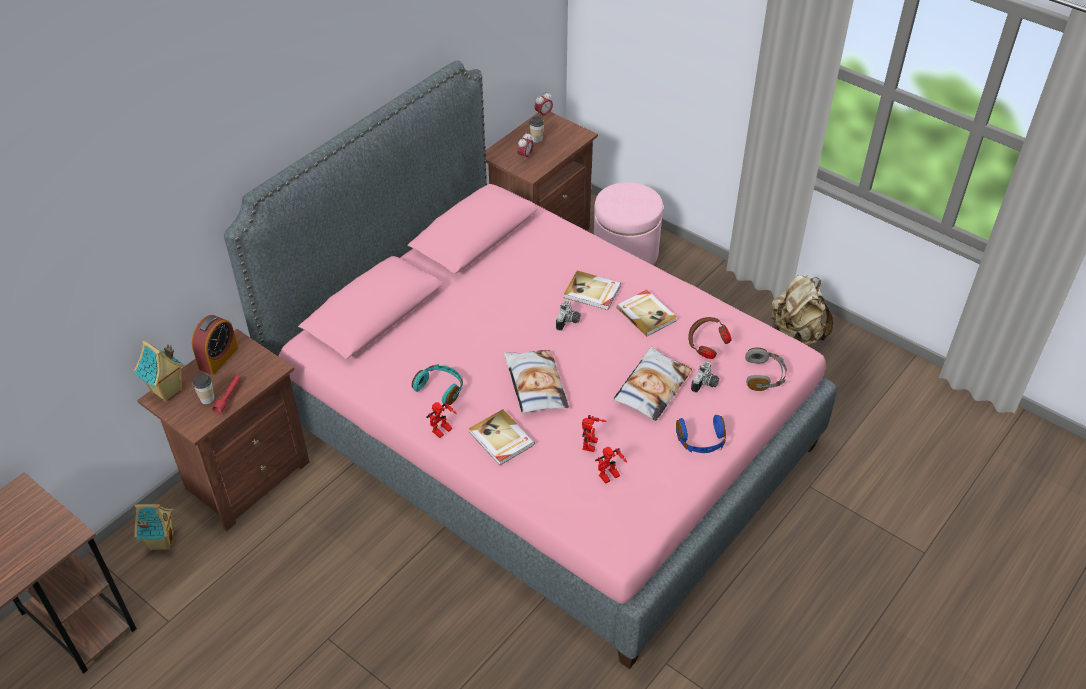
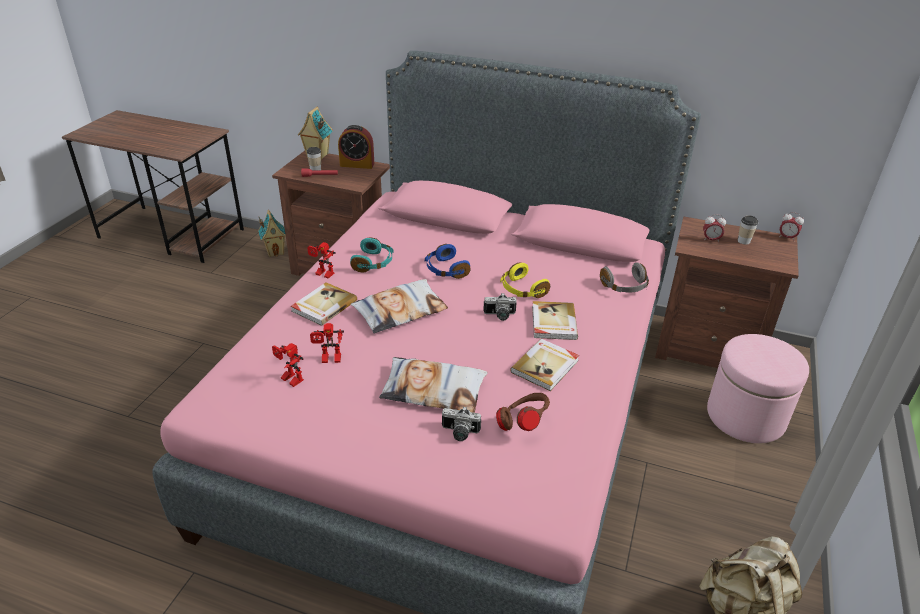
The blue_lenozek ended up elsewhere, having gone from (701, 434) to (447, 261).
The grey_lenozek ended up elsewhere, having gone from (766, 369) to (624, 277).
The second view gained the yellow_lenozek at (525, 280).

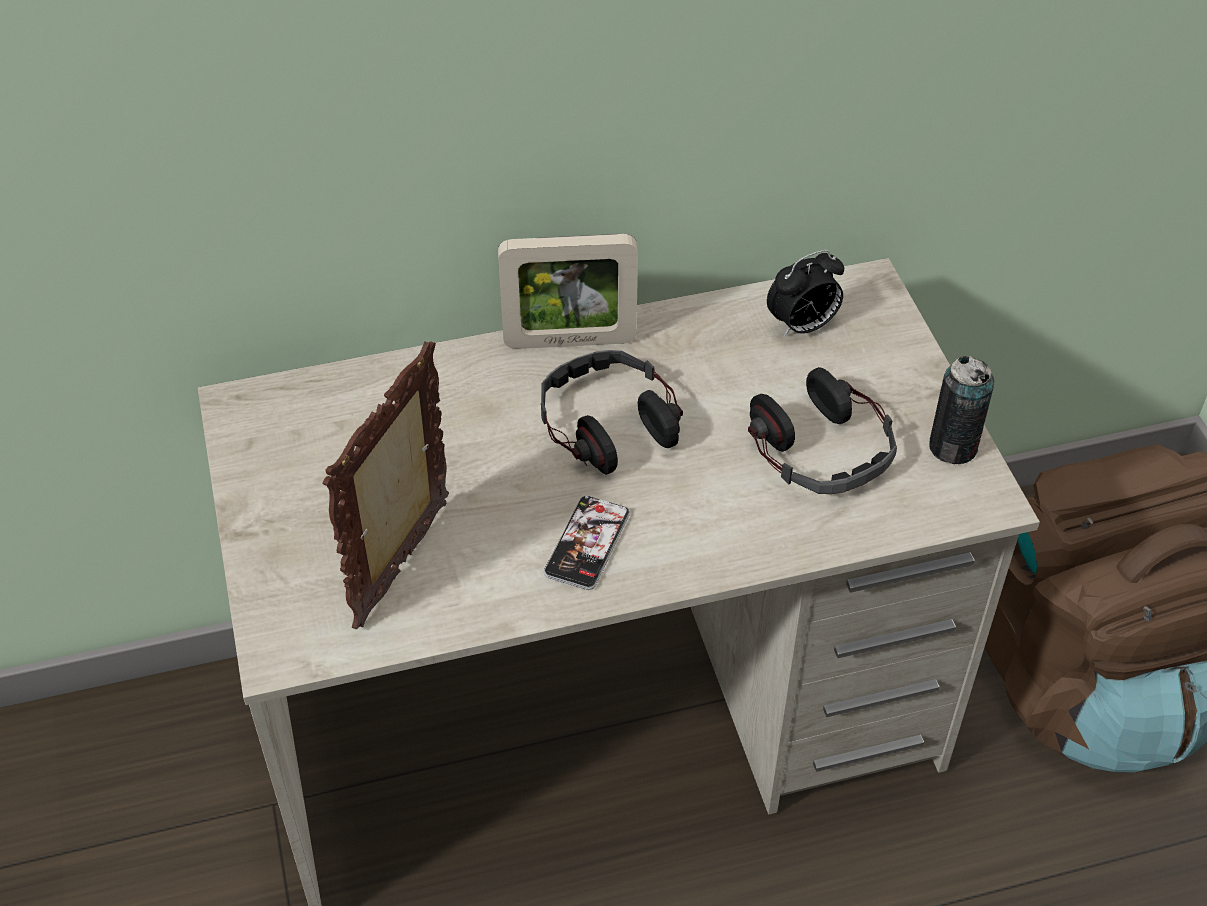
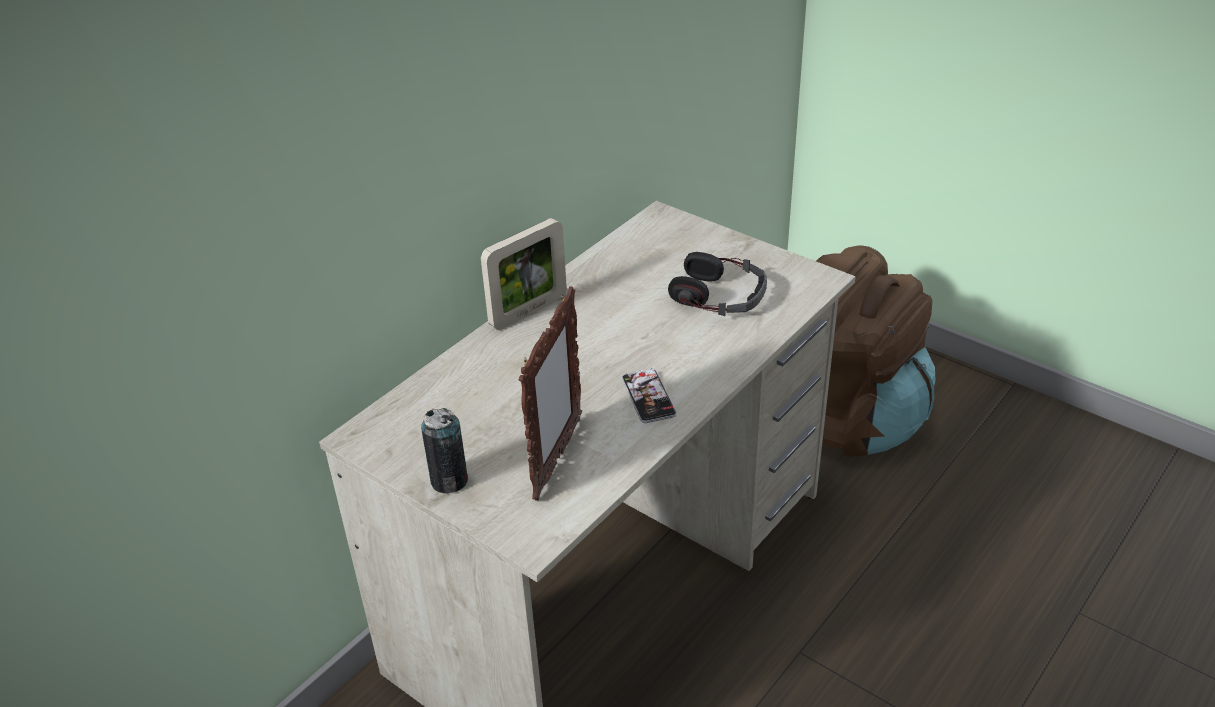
The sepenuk at (385, 485) ended up facing another way, 150 degrees counterclockwise from before.
The second view lost the lenozek at (612, 412).
The second view lost the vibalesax at (805, 293).
The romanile ended up elsewhere, having gone from (962, 410) to (444, 451).

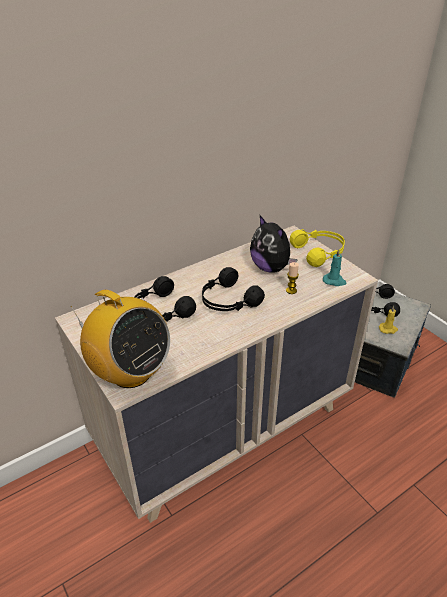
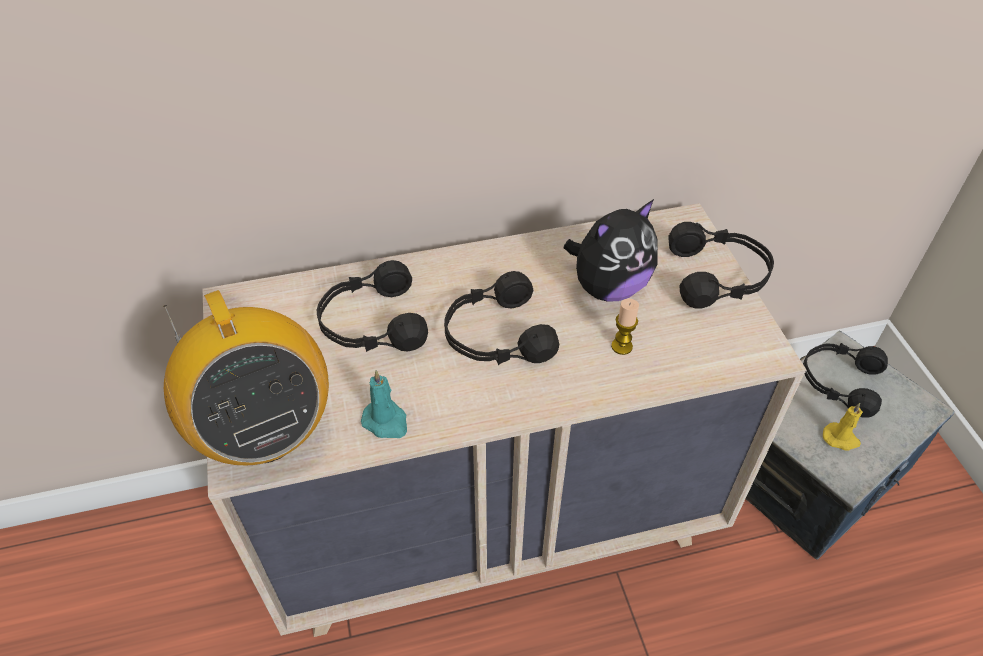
The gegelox at (274, 244) ended up facing another way, 105 degrees counterclockwise from before.
What was the yellow_lenozek at (317, 248) turned into the black_lenozek at (721, 265).
The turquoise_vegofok ended up elsewhere, having gone from (335, 267) to (384, 404).

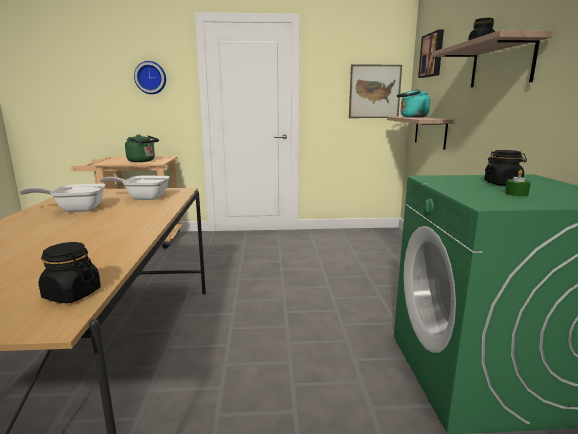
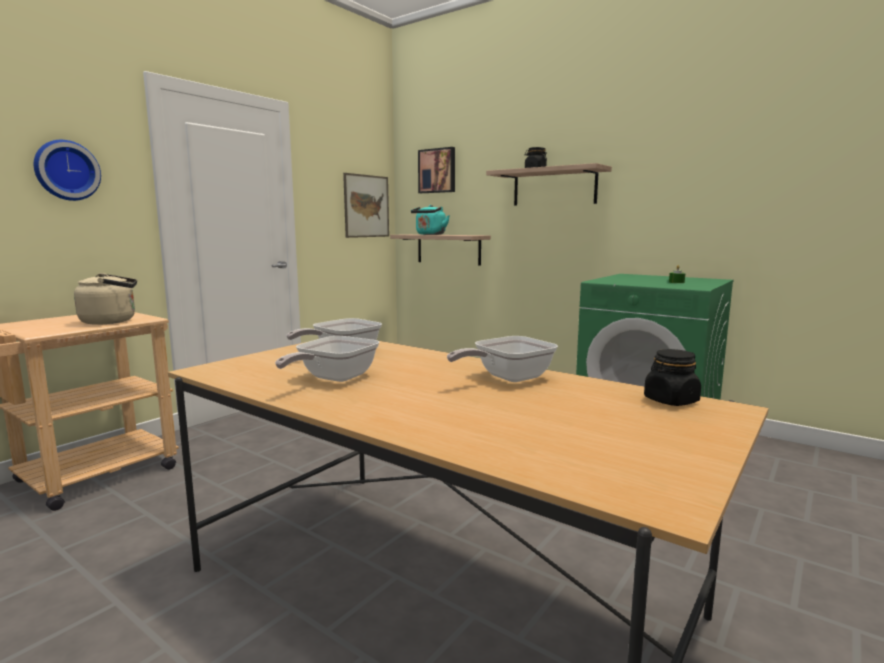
What was the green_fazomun at (142, 148) turned into the beige_fazomun at (105, 299).
The second view lost the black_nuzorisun at (505, 168).
The second view gained the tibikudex at (502, 359).

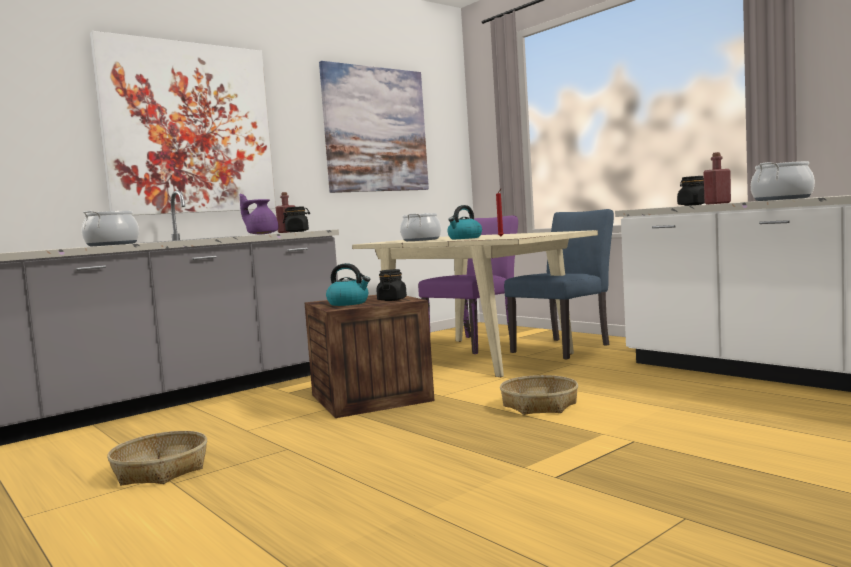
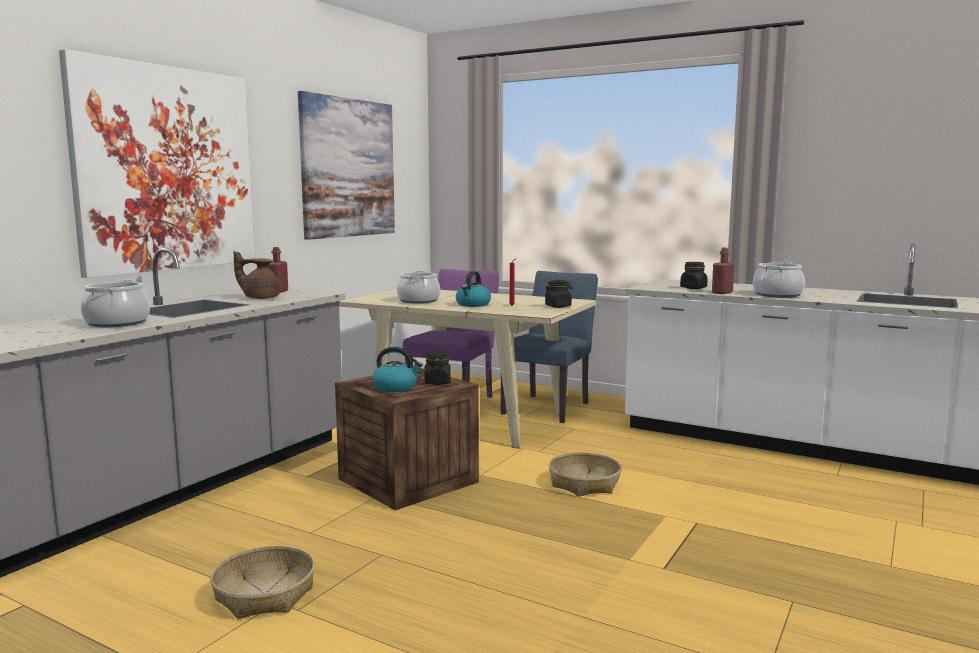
What was the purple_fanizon at (259, 214) turned into the brown_fanizon at (256, 275).
The black_nuzorisun ended up elsewhere, having gone from (296, 219) to (559, 294).

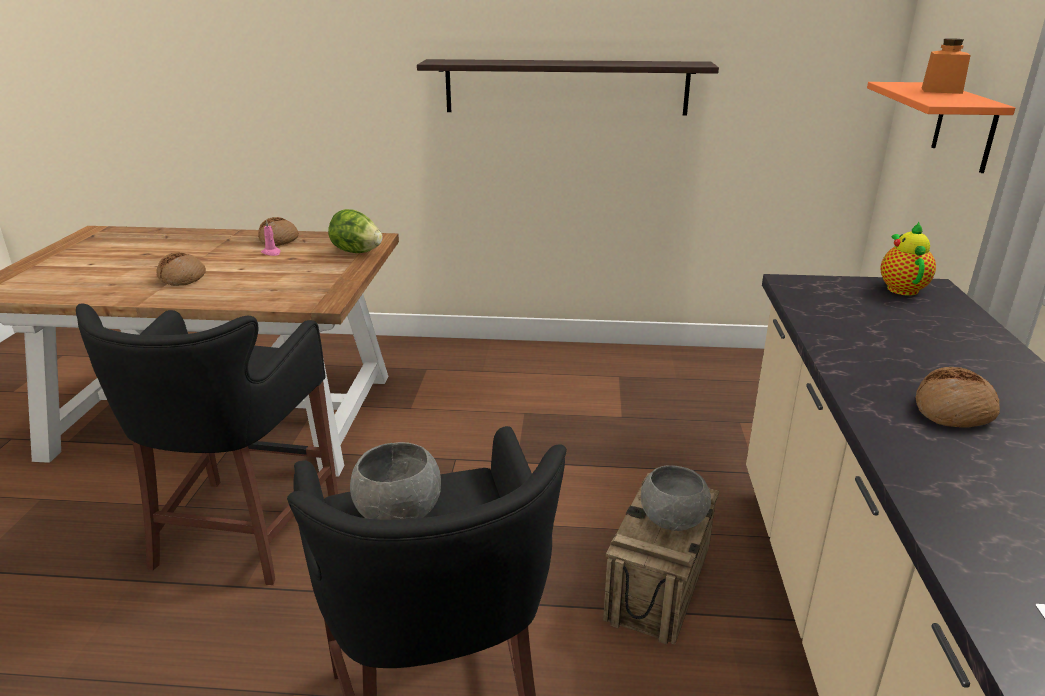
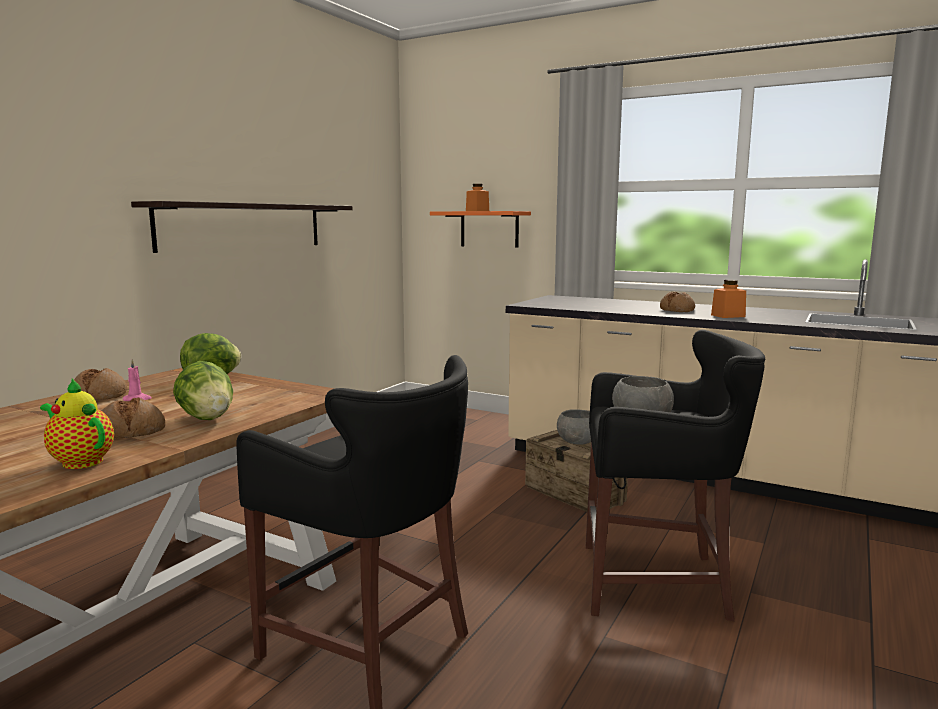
The fanizon ended up elsewhere, having gone from (908, 258) to (77, 424).
The second view gained the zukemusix at (203, 390).
The second view gained the orange_nuzorisun at (728, 299).

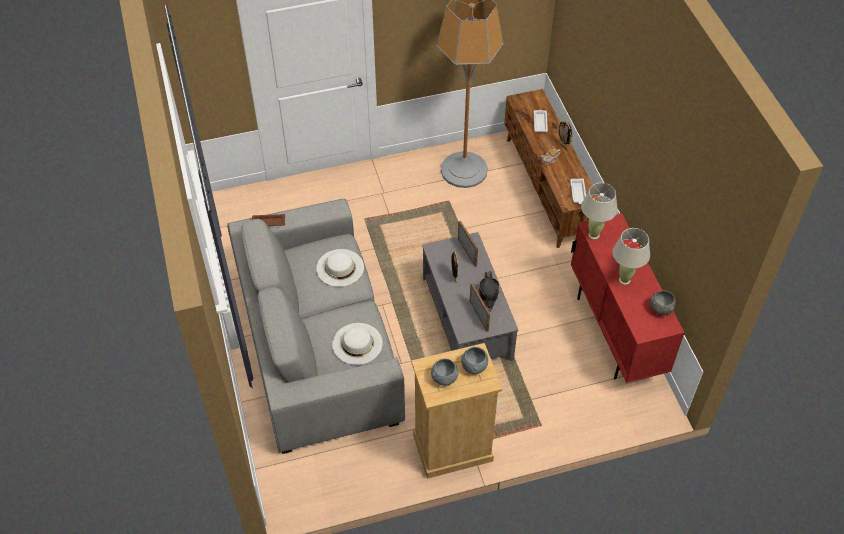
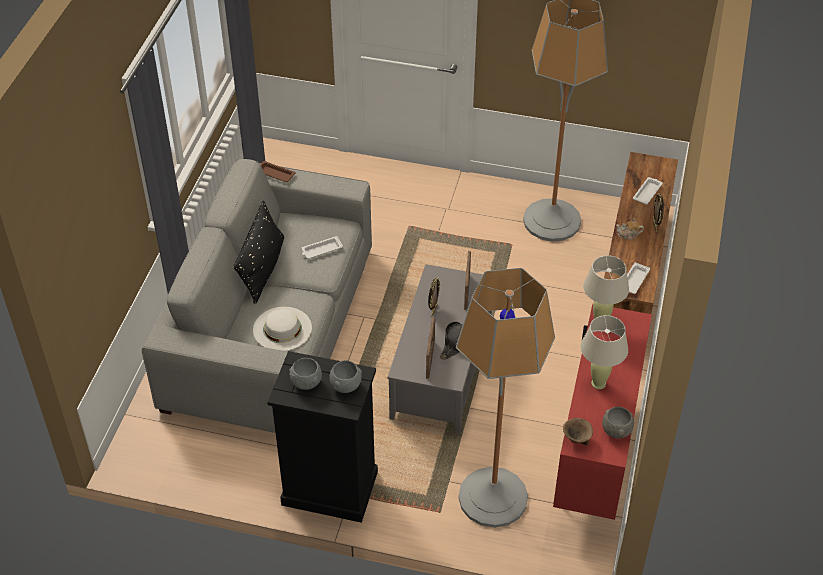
Where the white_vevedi stood at (340, 268), the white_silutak came to stand at (322, 247).
What was the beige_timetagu at (456, 411) turned into the black_timetagu at (322, 437).
The second view gained the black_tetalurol at (258, 252).
The second view gained the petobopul at (505, 398).
The second view gained the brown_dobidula at (578, 431).

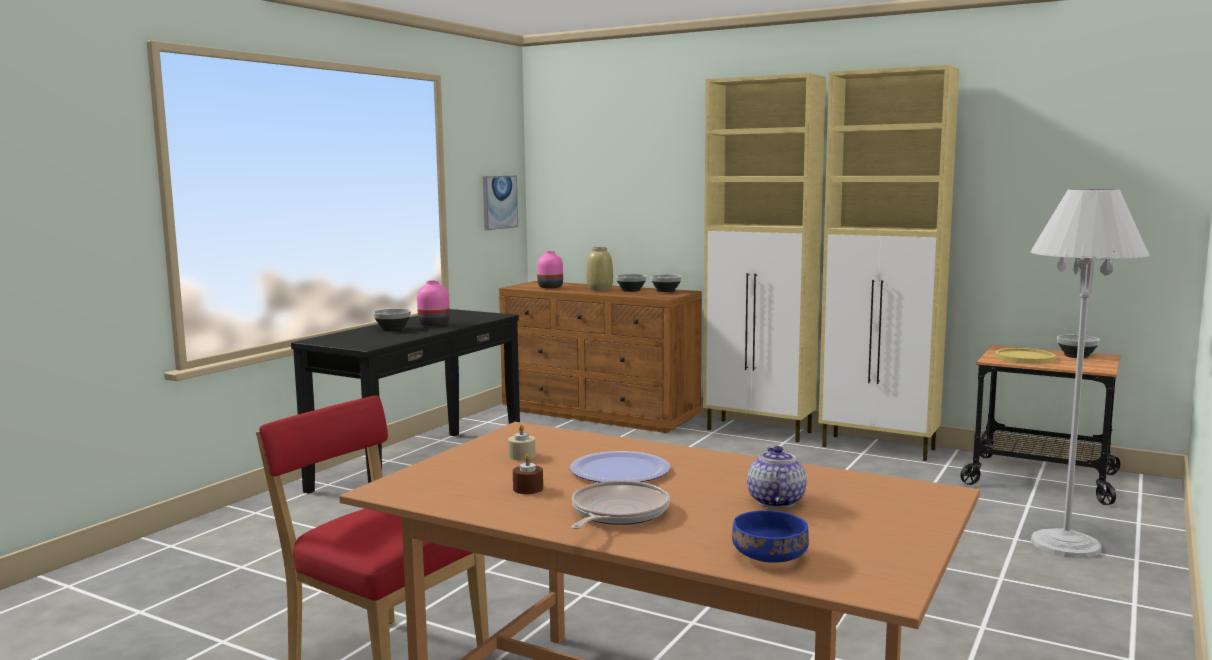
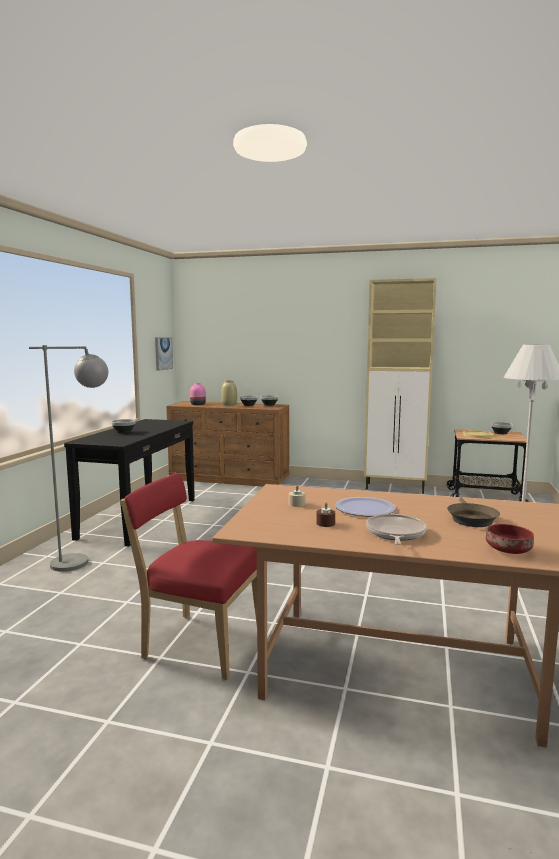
The second view lost the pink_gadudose at (433, 304).
The second view lost the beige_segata at (764, 258).
What was the blue_dobidula at (770, 536) turned into the red_dobidula at (510, 539).
Where the fanizon stood at (777, 477), the brown_tibikudex came to stand at (473, 512).
The second view gained the grey_petobopul at (68, 458).

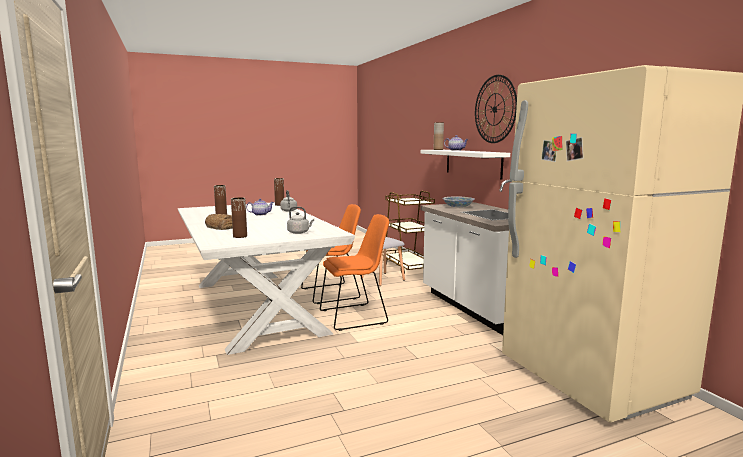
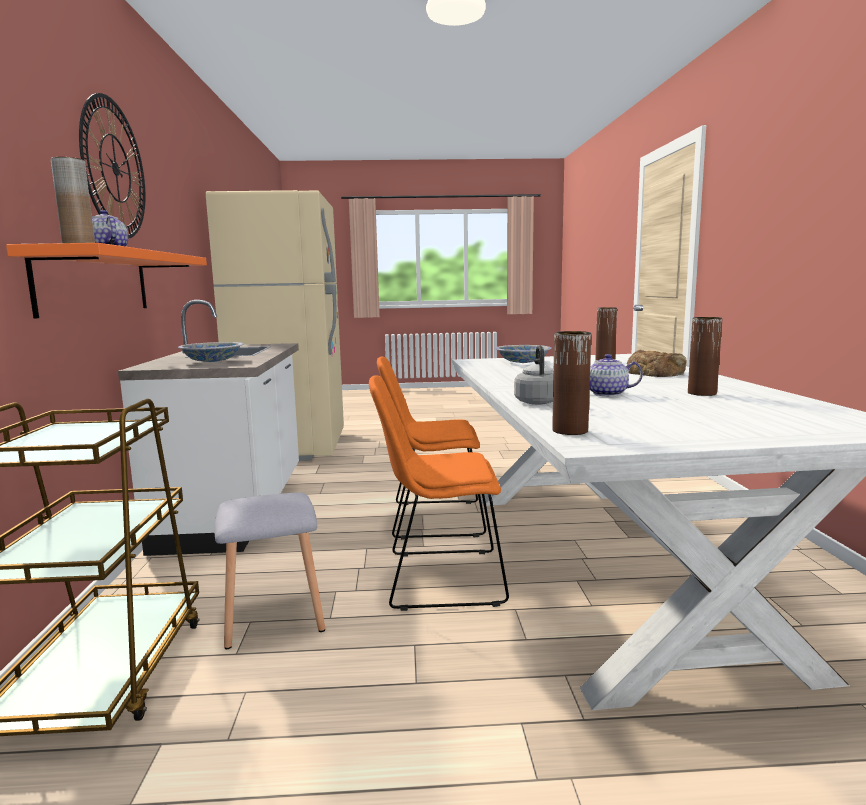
Where the grey_fazomun stood at (300, 220), the dobidula came to stand at (523, 354).
What was the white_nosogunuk at (465, 165) turned into the orange_nosogunuk at (106, 281).

